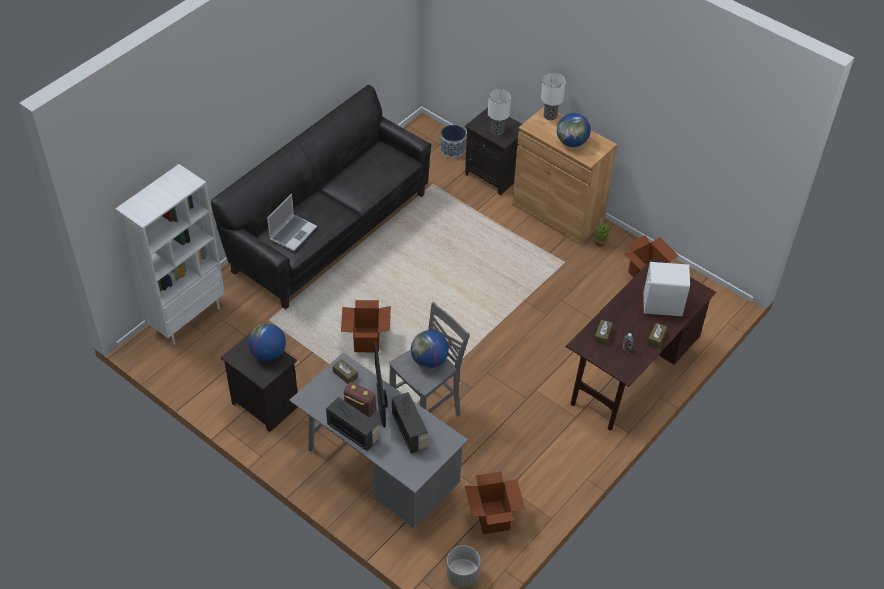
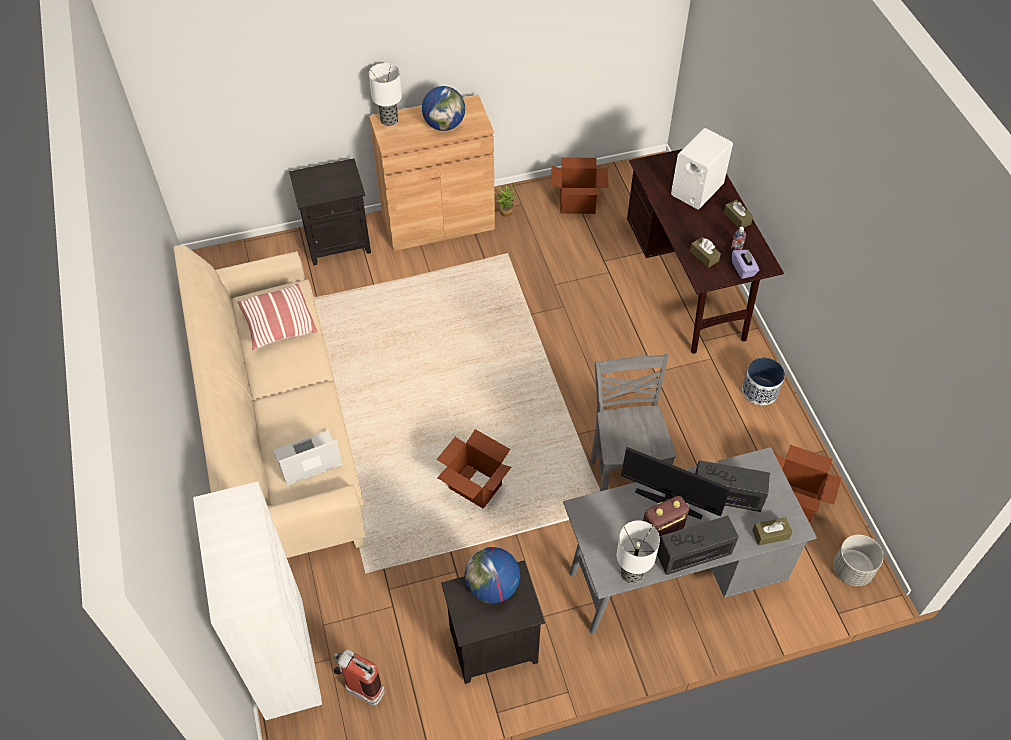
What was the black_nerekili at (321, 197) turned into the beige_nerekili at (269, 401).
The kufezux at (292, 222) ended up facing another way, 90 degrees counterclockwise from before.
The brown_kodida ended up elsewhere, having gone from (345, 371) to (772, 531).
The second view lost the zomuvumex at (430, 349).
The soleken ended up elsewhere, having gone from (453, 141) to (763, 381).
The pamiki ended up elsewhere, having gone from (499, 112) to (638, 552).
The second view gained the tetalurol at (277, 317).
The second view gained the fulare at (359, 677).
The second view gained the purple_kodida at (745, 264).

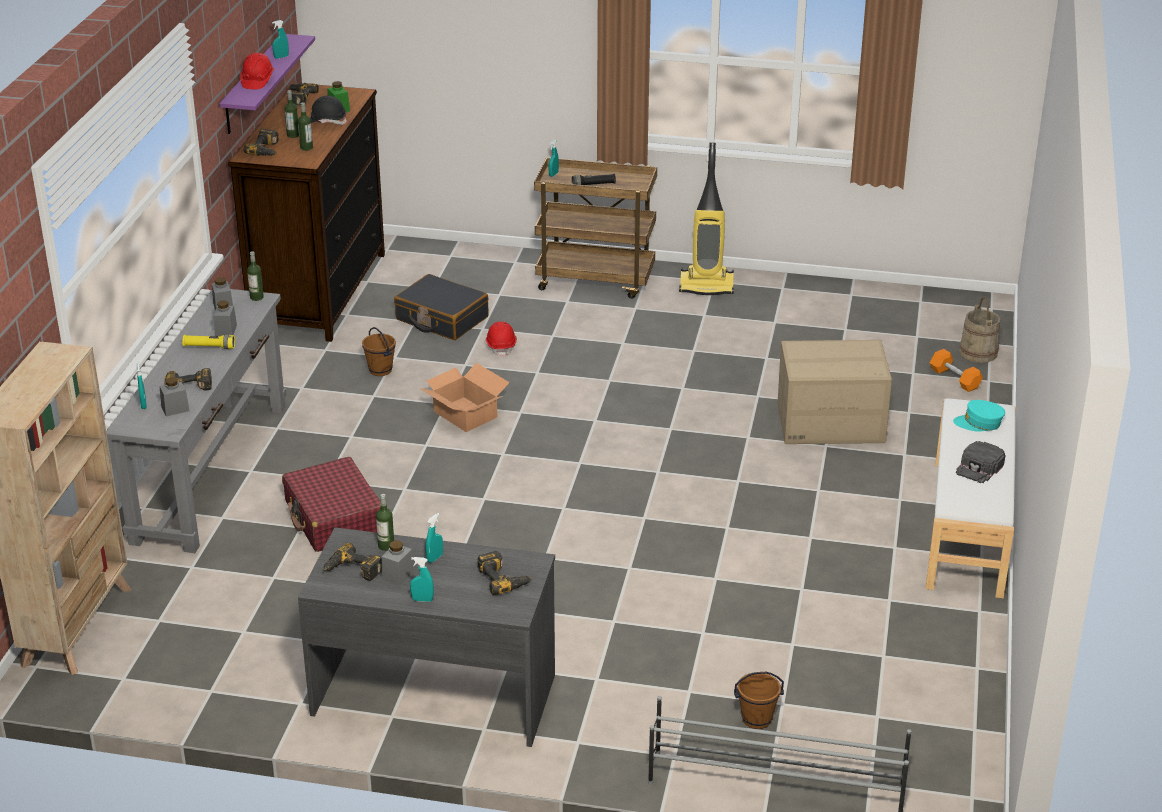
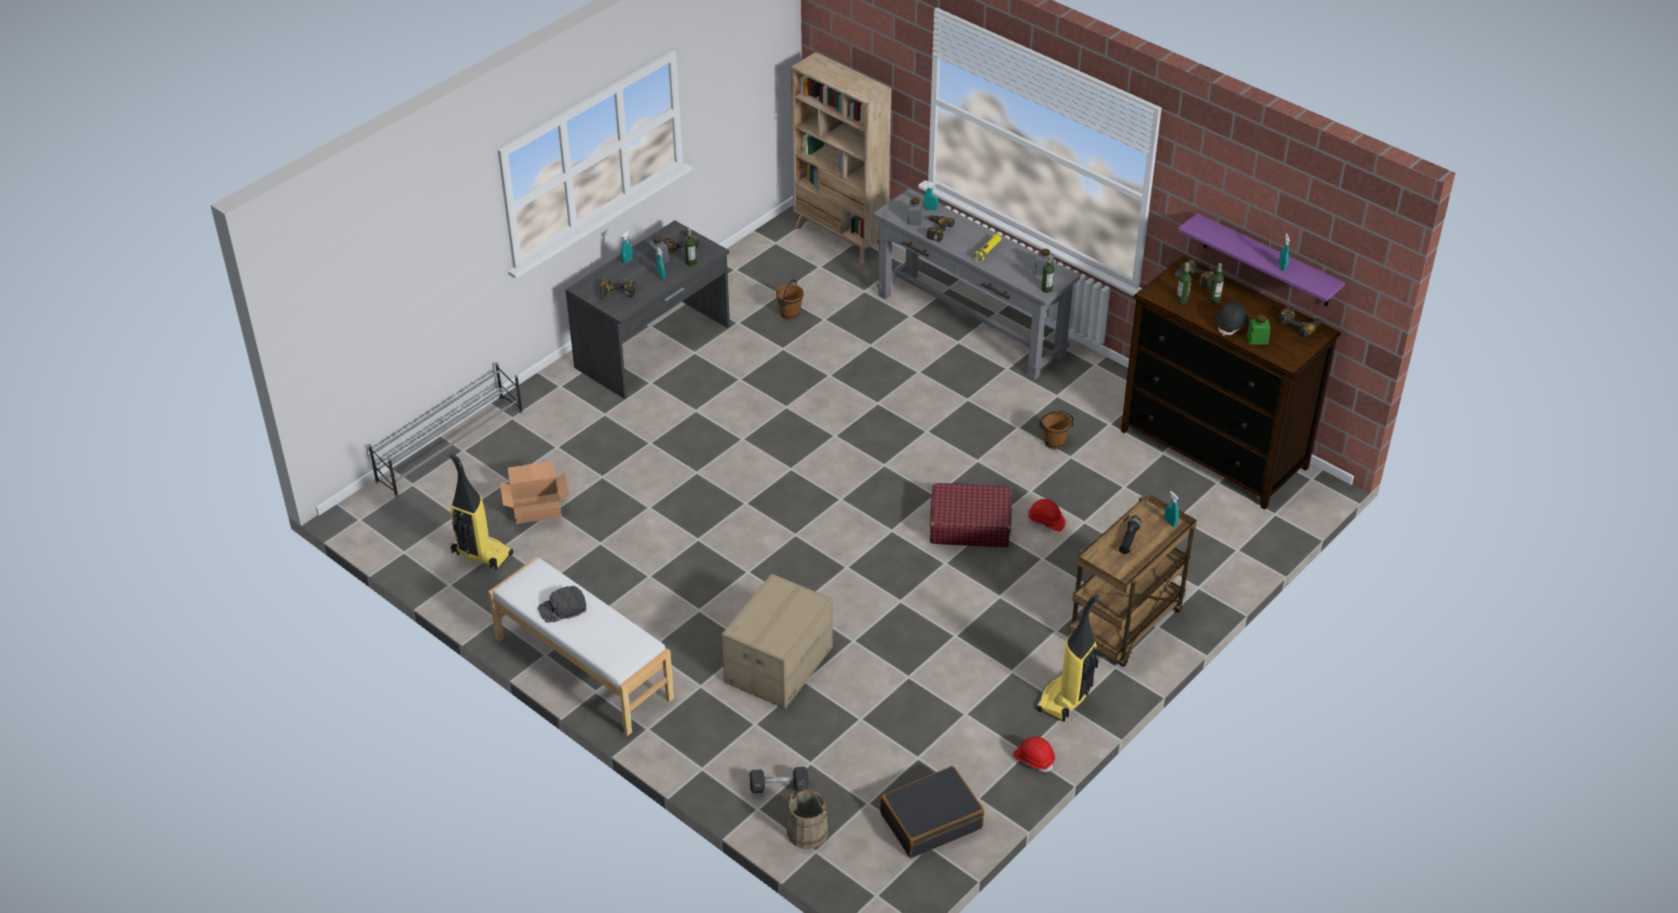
The second view lost the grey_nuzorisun at (225, 318).
The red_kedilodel ended up elsewhere, having gone from (257, 71) to (1034, 754).
The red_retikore ended up elsewhere, having gone from (331, 504) to (971, 515).
The black_retikore ended up elsewhere, having gone from (441, 307) to (932, 812).
The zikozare ended up elsewhere, having gone from (464, 397) to (534, 492).
The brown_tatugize ended up elsewhere, having gone from (759, 700) to (790, 300).
What was the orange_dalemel at (956, 370) turned into the black_dalemel at (779, 780).
The second view lost the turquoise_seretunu at (979, 416).
The black_seretunu at (981, 462) ended up facing another way, 90 degrees counterclockwise from before.
The second view gained the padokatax at (481, 511).

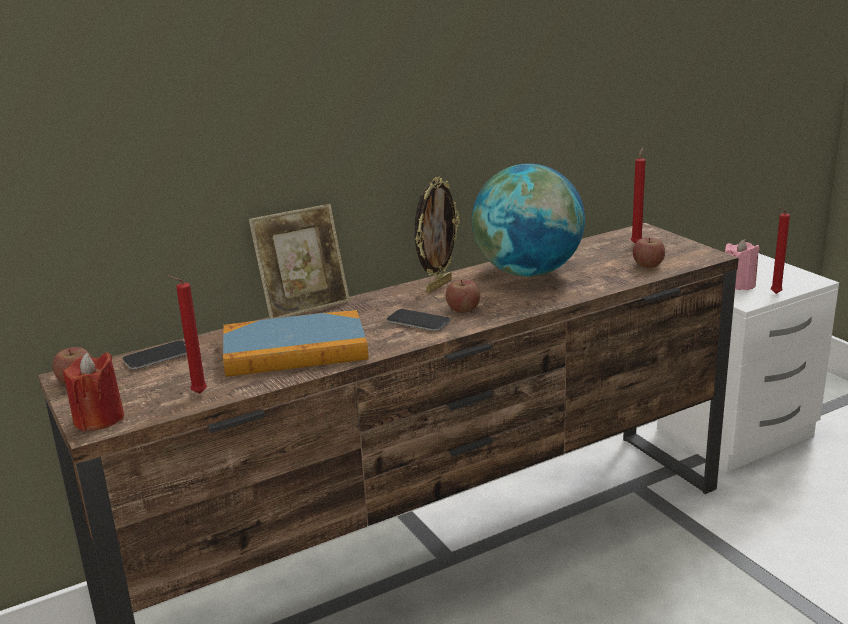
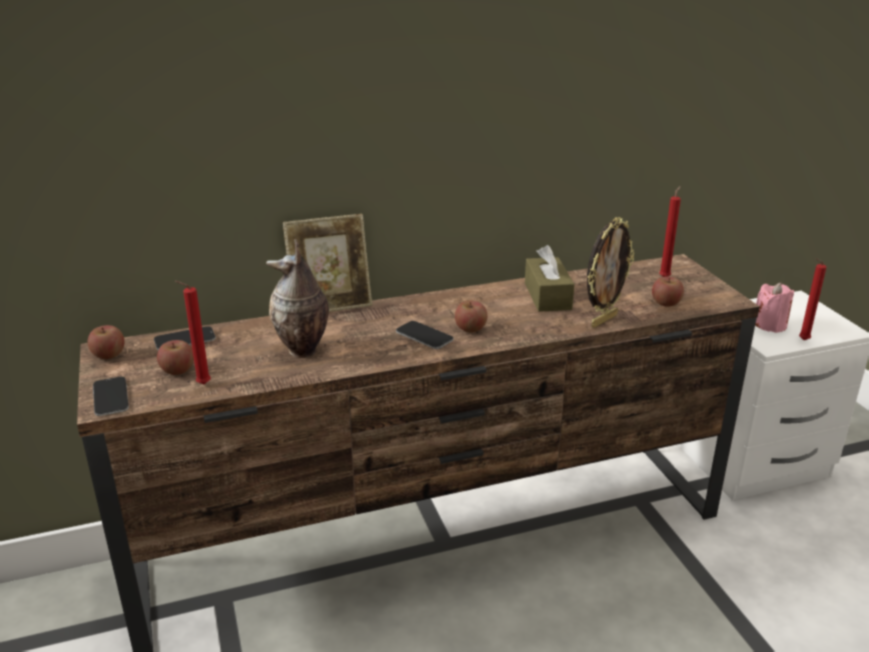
Where the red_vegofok stood at (93, 392), the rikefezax came to stand at (111, 396).
Where the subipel stood at (295, 343), the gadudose came to stand at (297, 298).
The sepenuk ended up elsewhere, having gone from (437, 235) to (610, 272).
Where the zomuvumex stood at (528, 220), the brown_kodida came to stand at (550, 278).
The second view gained the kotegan at (175, 357).

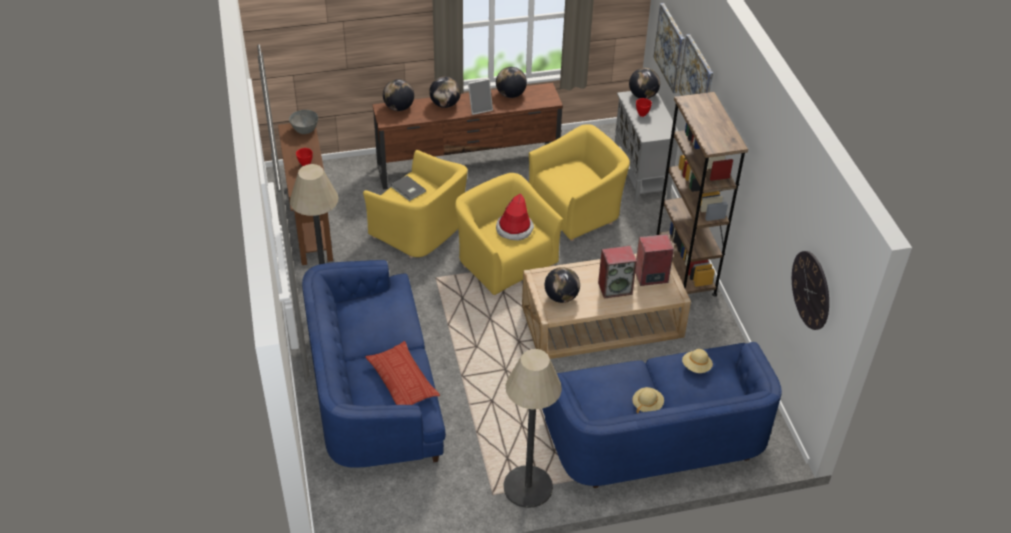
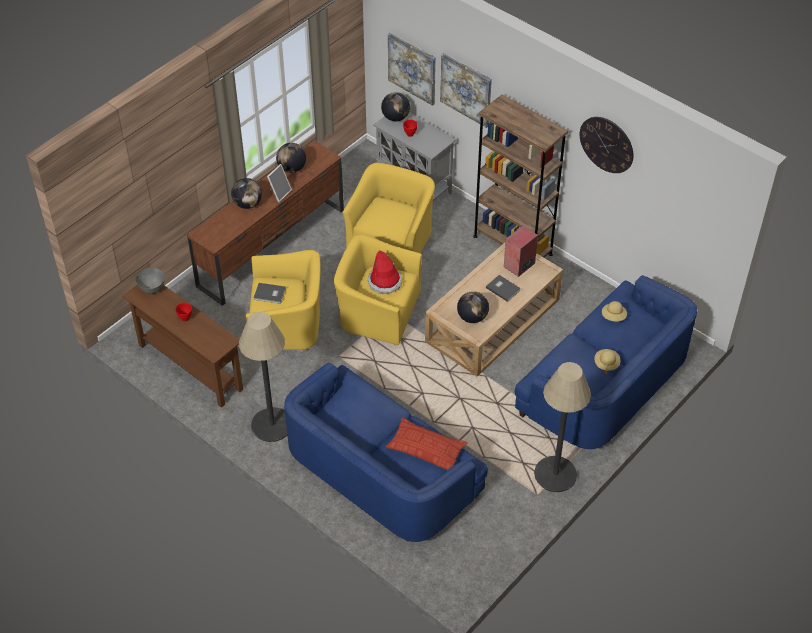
The second view lost the zomuvumex at (398, 95).
Where the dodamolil stood at (617, 272), the grey_subipel came to stand at (503, 288).
The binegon ended up elsewhere, having gone from (810, 290) to (607, 145).

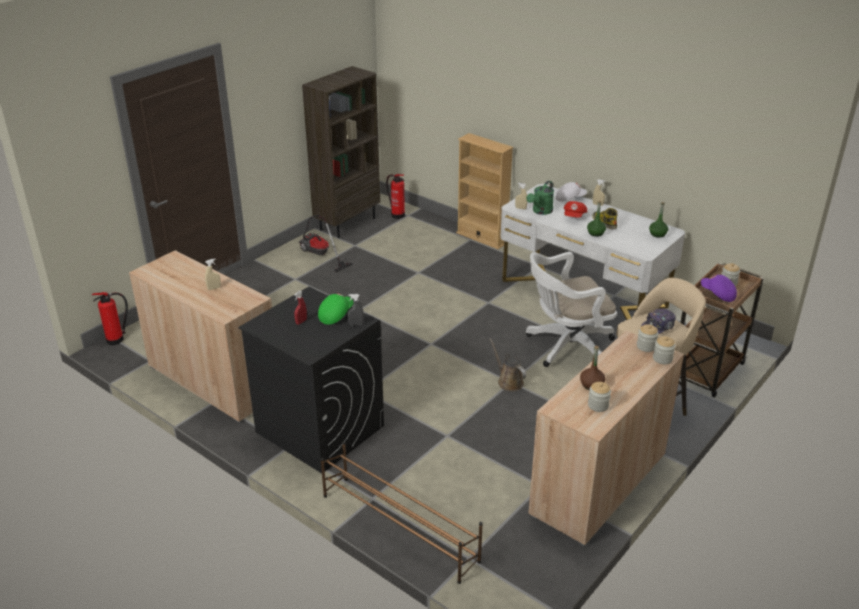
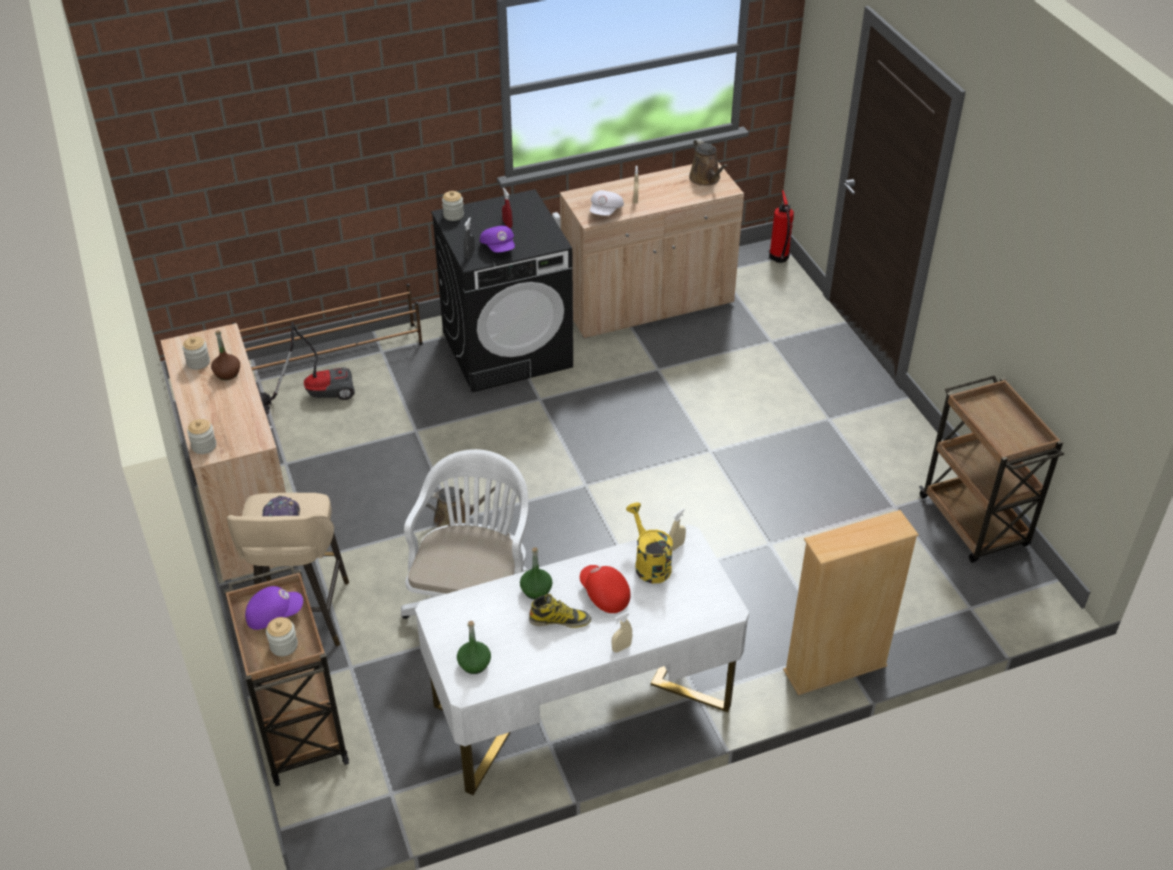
The padokatax ended up elsewhere, having gone from (326, 243) to (307, 368).
Where the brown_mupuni stood at (341, 152), the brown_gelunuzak came to stand at (991, 469).
What was the green_seretunu at (335, 309) turned into the purple_seretunu at (497, 238).
The second view lost the fulare at (395, 196).
What was the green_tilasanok at (540, 198) turned into the yellow_tilasanok at (649, 542).
The white_seretunu ended up elsewhere, having gone from (571, 191) to (607, 203).
The nuzorisun ended up elsewhere, having gone from (648, 338) to (453, 206).
The second view gained the brown_tilasanok at (708, 162).

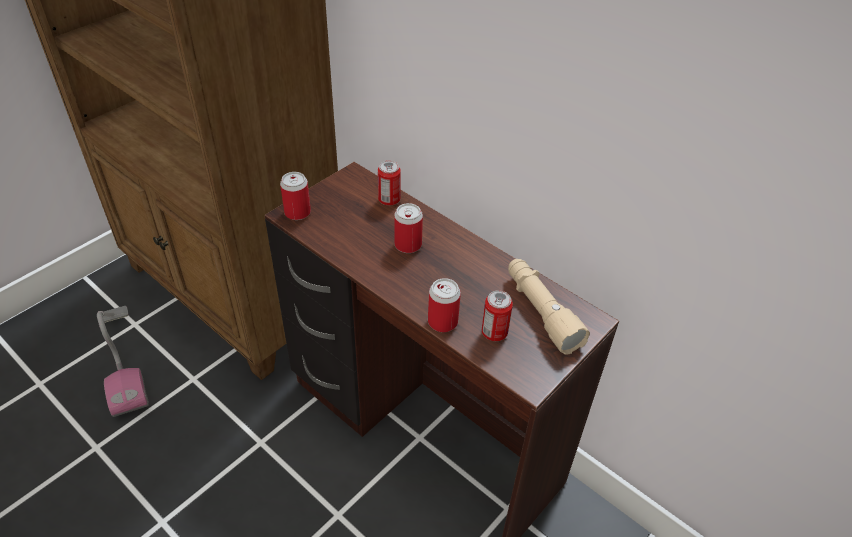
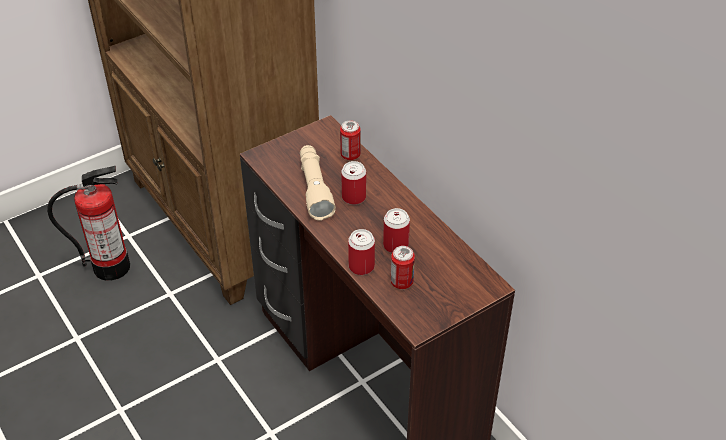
Where the padokatax stood at (123, 361), the fulare came to stand at (88, 223).
The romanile ended up elsewhere, having gone from (295, 196) to (396, 230).
The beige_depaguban ended up elsewhere, having gone from (549, 306) to (318, 183).

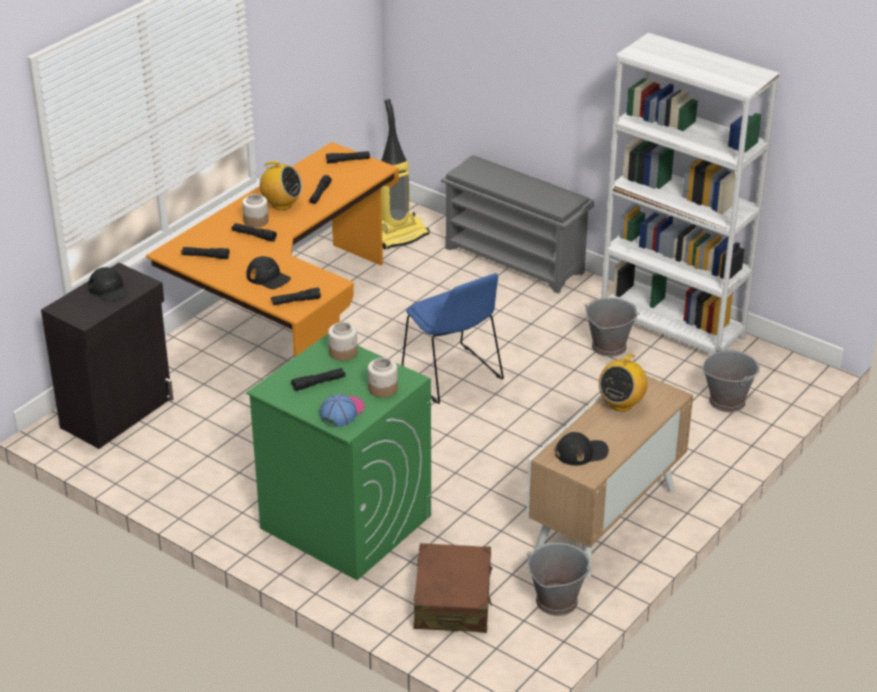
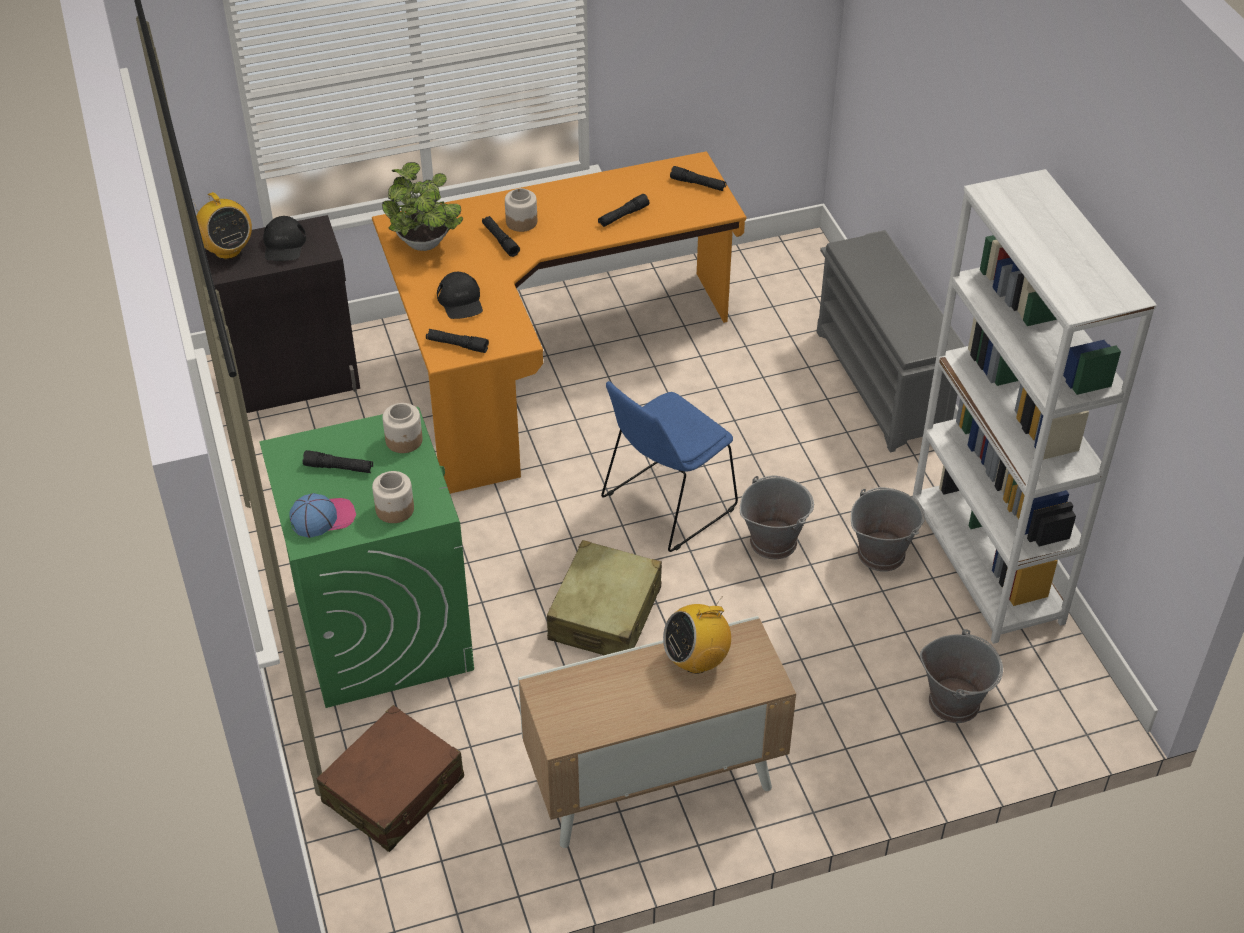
Where the black_depaguban stood at (205, 253), the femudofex came to stand at (422, 206).
The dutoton ended up elsewhere, having gone from (279, 185) to (222, 225).
The second view lost the padokatax at (405, 174).
The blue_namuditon at (453, 338) ended up facing another way, 45 degrees clockwise from before.
The grey_tatugize ended up elsewhere, having gone from (559, 579) to (777, 517).
The second view lost the black_seretunu at (582, 449).
The second view gained the beige_retikore at (604, 597).

